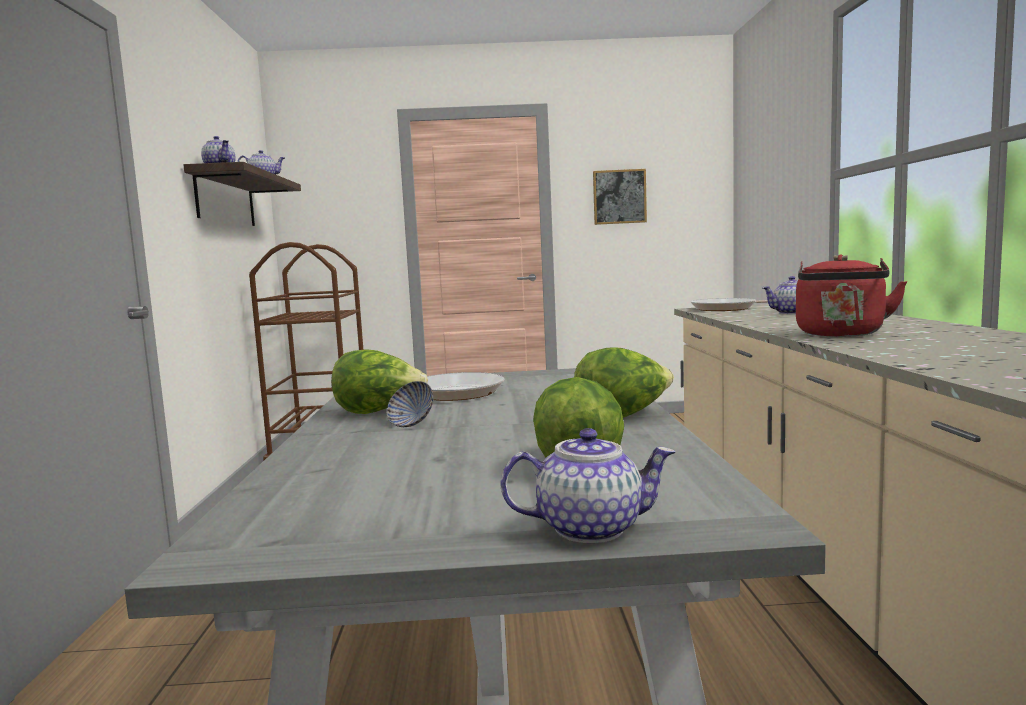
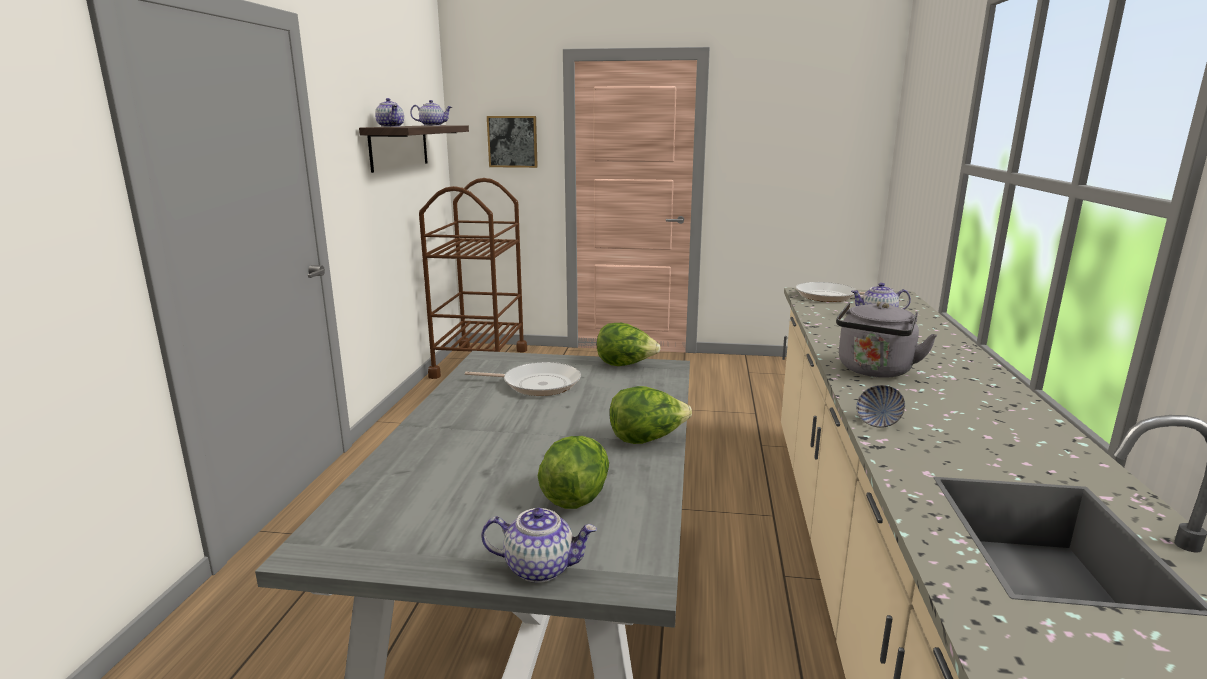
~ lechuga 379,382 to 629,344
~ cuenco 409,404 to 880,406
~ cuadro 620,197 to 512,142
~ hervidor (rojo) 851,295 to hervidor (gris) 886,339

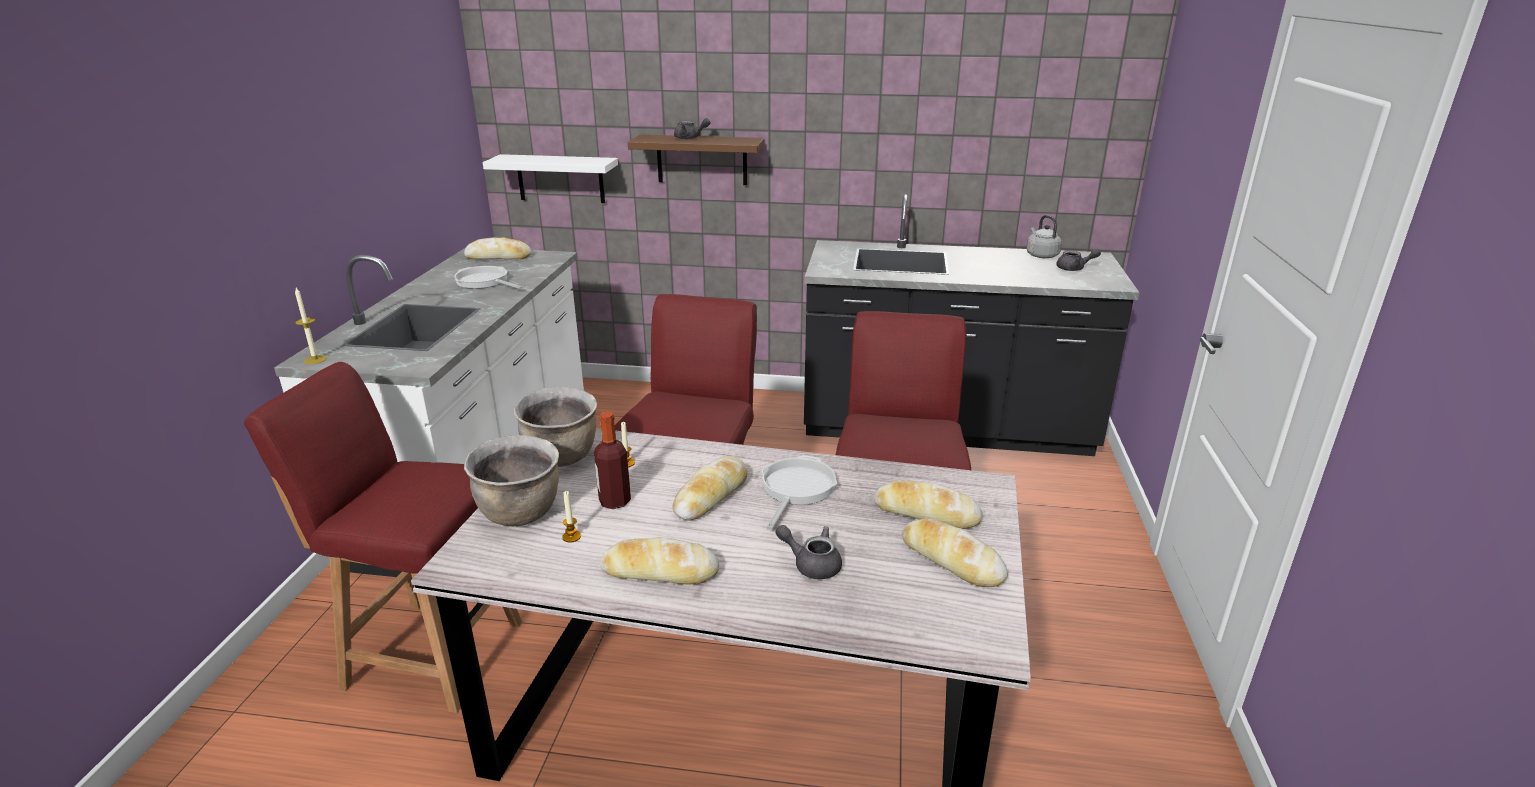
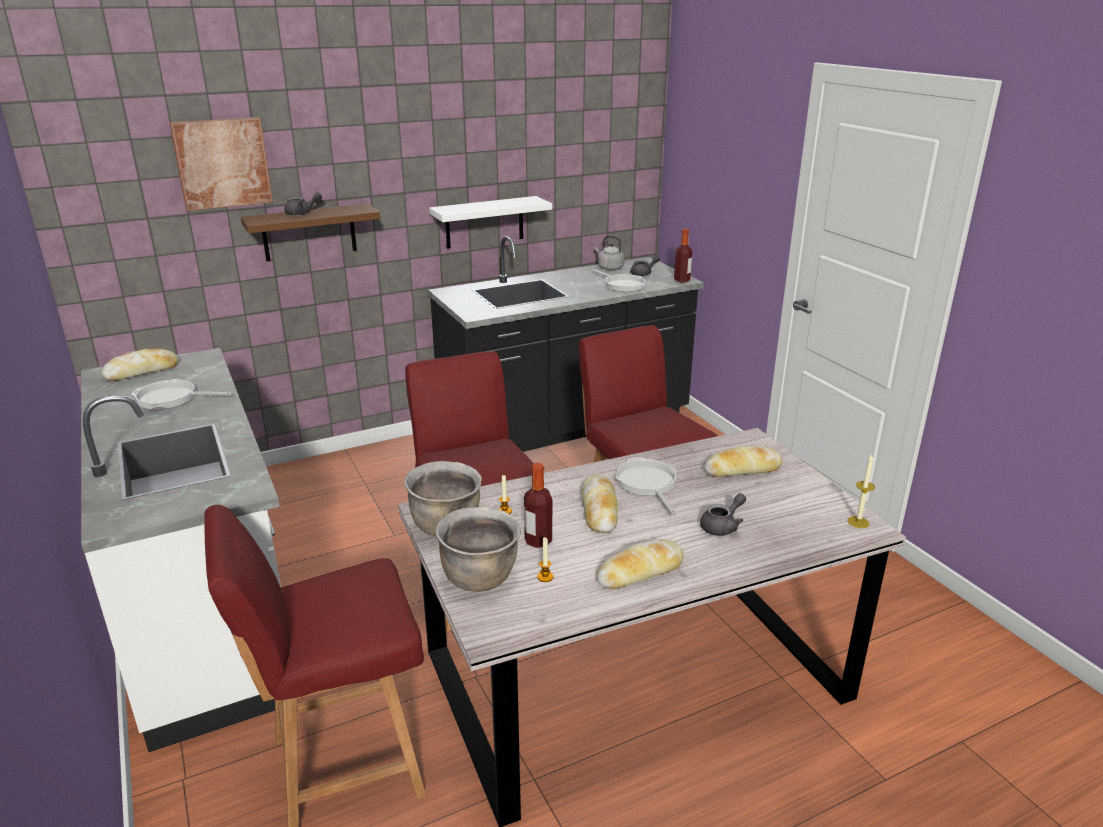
~ vela 311,326 to 861,491
~ estante (blanco) 550,178 to 490,222
~ tetera (gris) 809,552 = 723,514 150 degrees clockwise
- pan 955,552
+ cuadro 221,164
+ sartén 618,280
+ botella 683,255

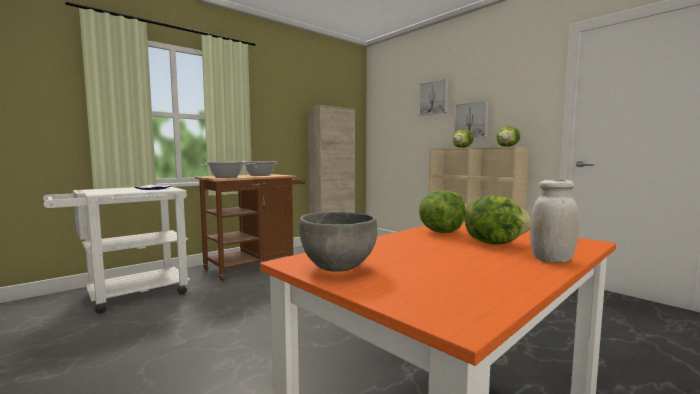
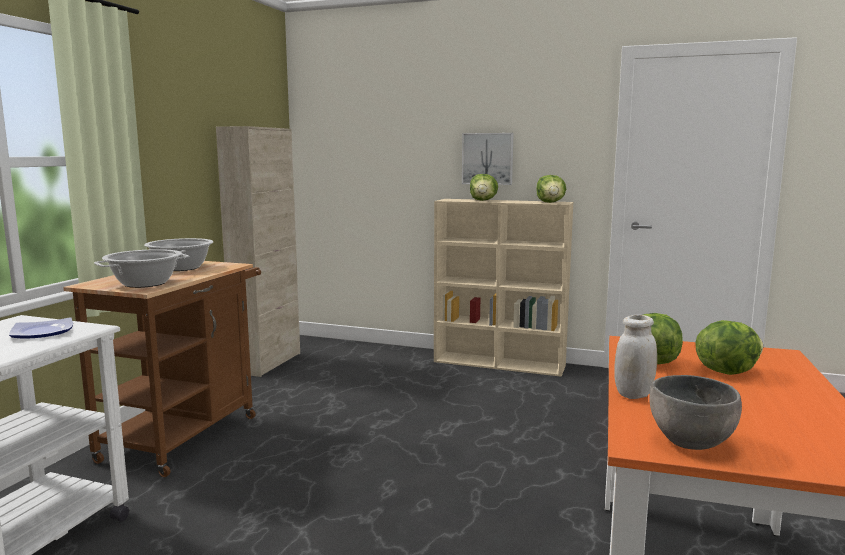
- cuadro 433,97
~ tarro (blanco) 554,221 to 635,357

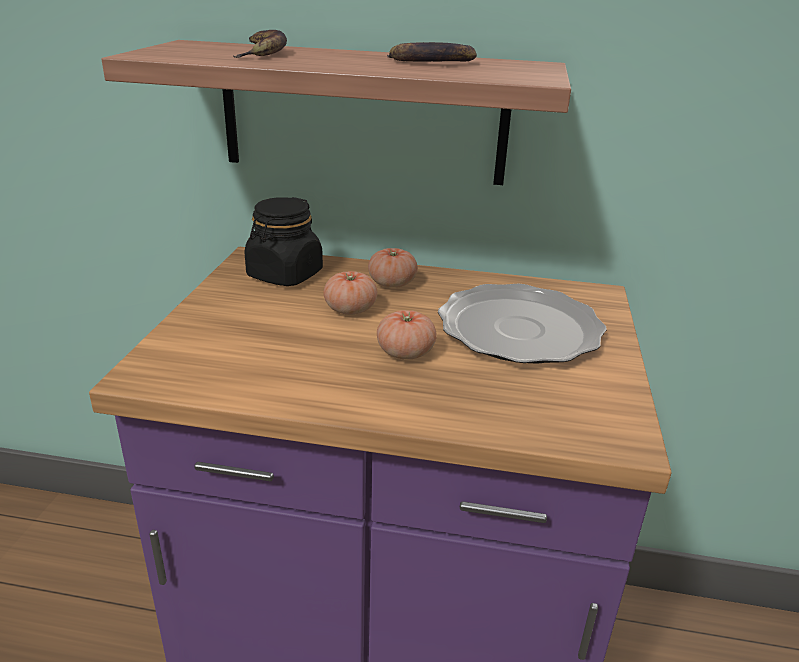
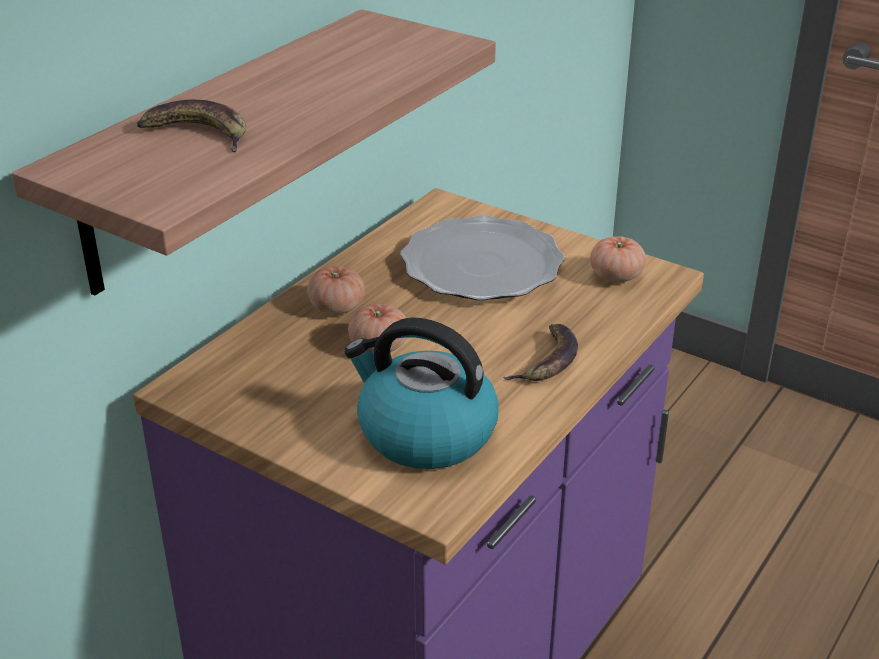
- tarro (negro) 283,241
~ tomate 407,335 to 618,259
~ plátano 432,52 to 540,352
+ hervidor 421,393

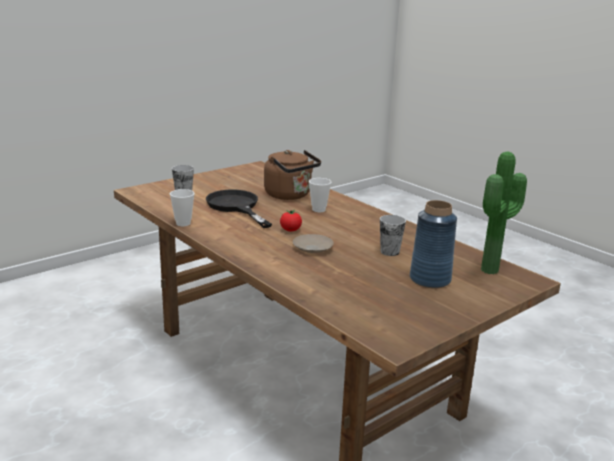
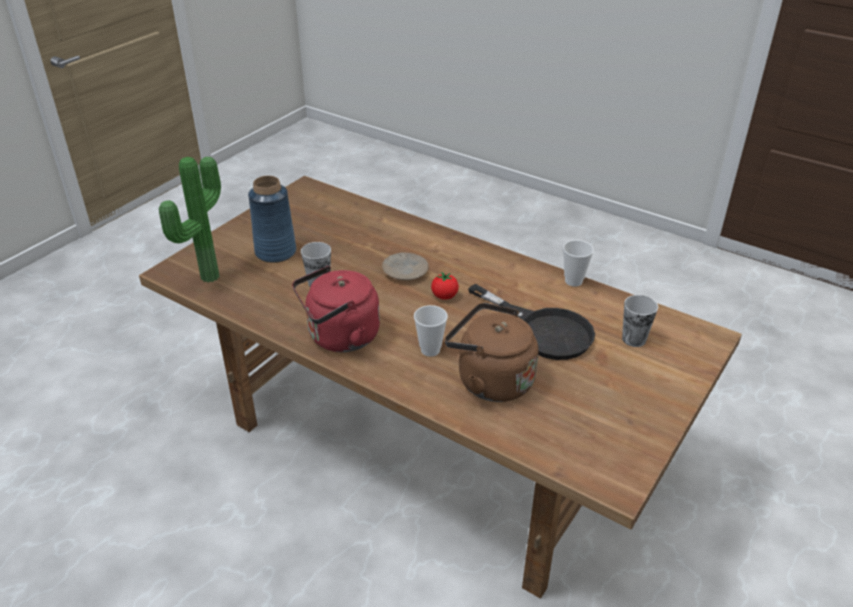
+ hervidor (rojo) 336,309

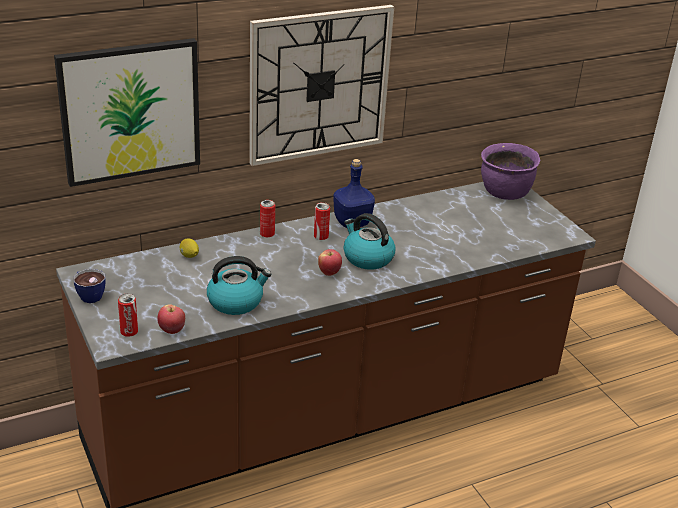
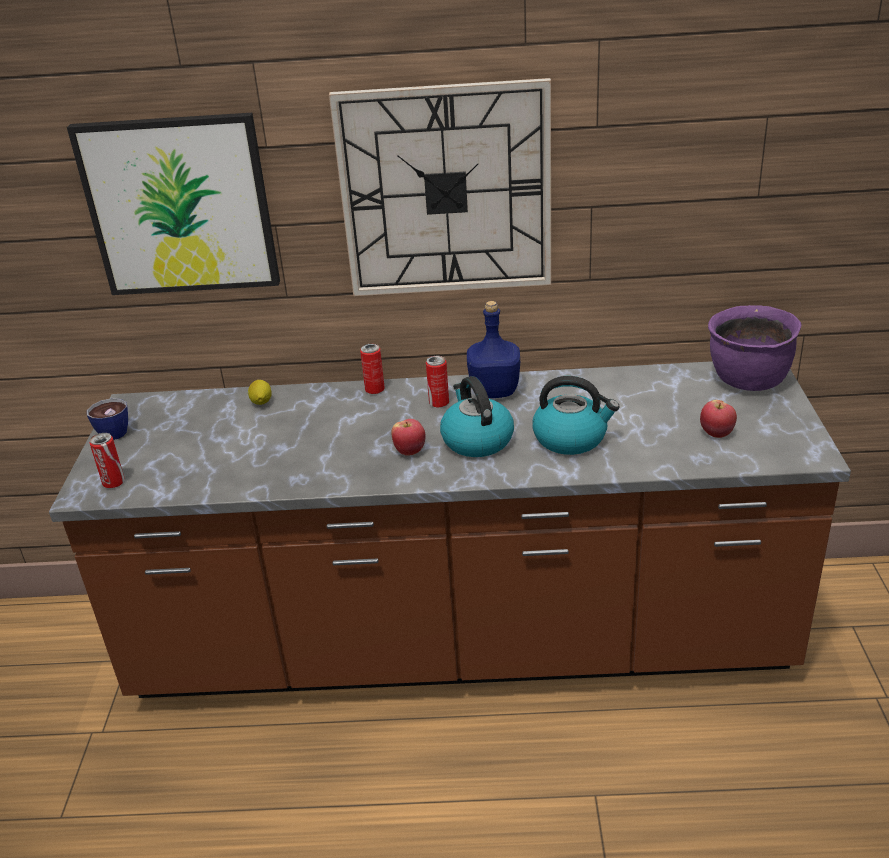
~ manzana 171,319 to 718,419
~ hervidor 239,285 to 576,415

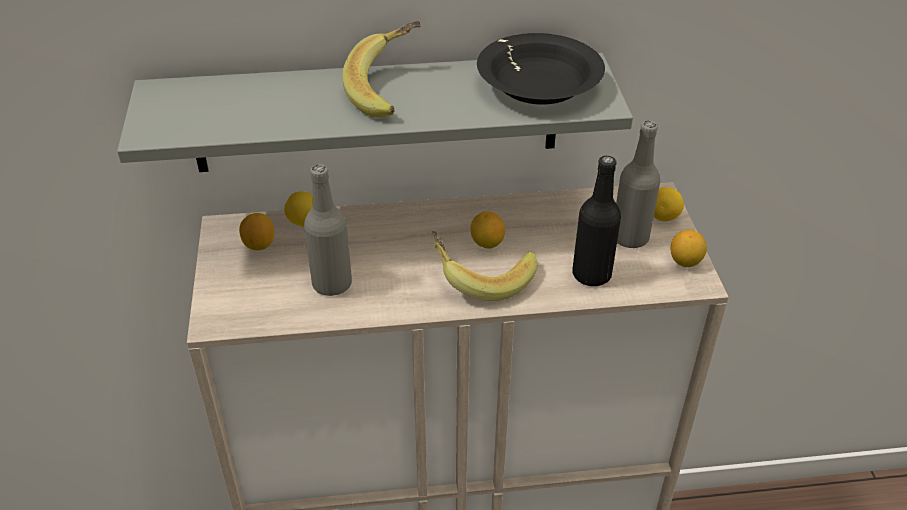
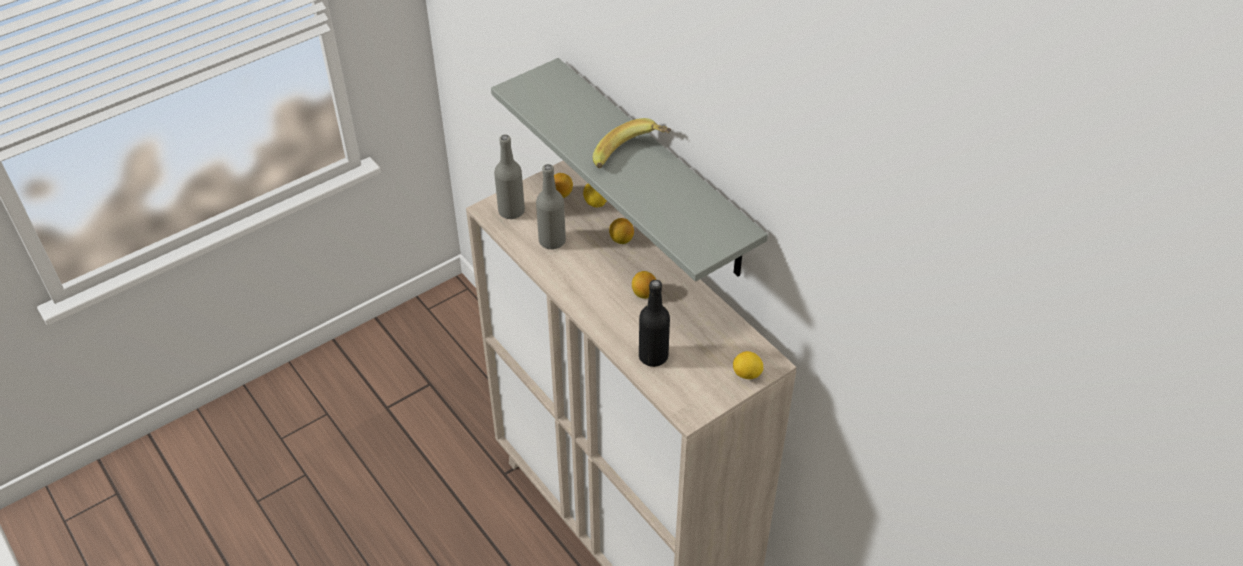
- plátano 485,266
- cuenco (negro) 541,69
~ botella (gris) 638,184 to 509,177
~ limón 689,248 to 621,231

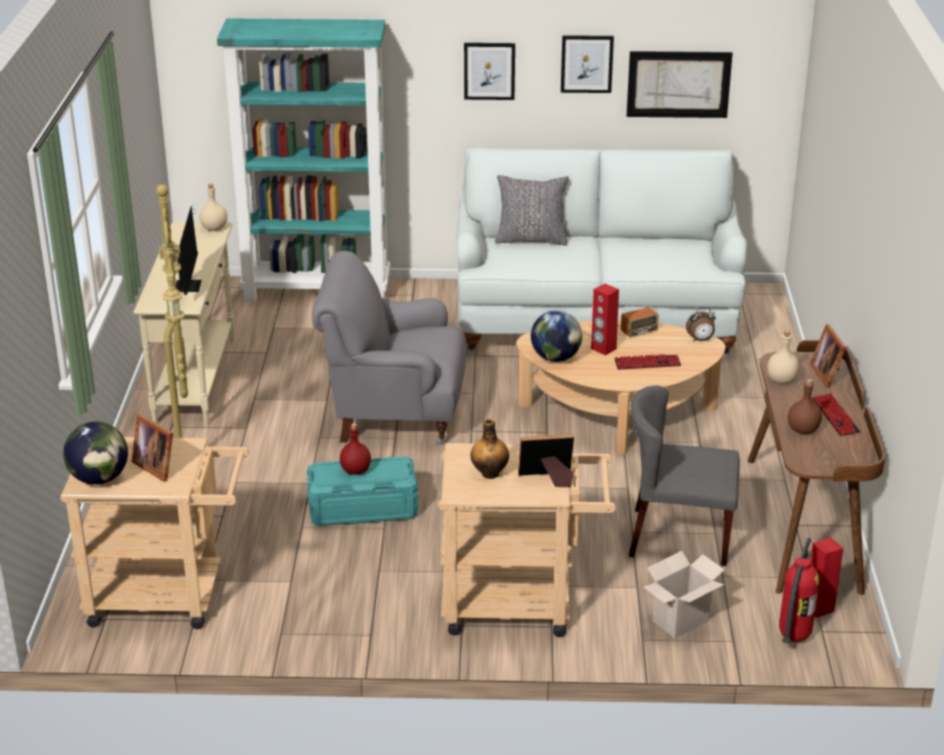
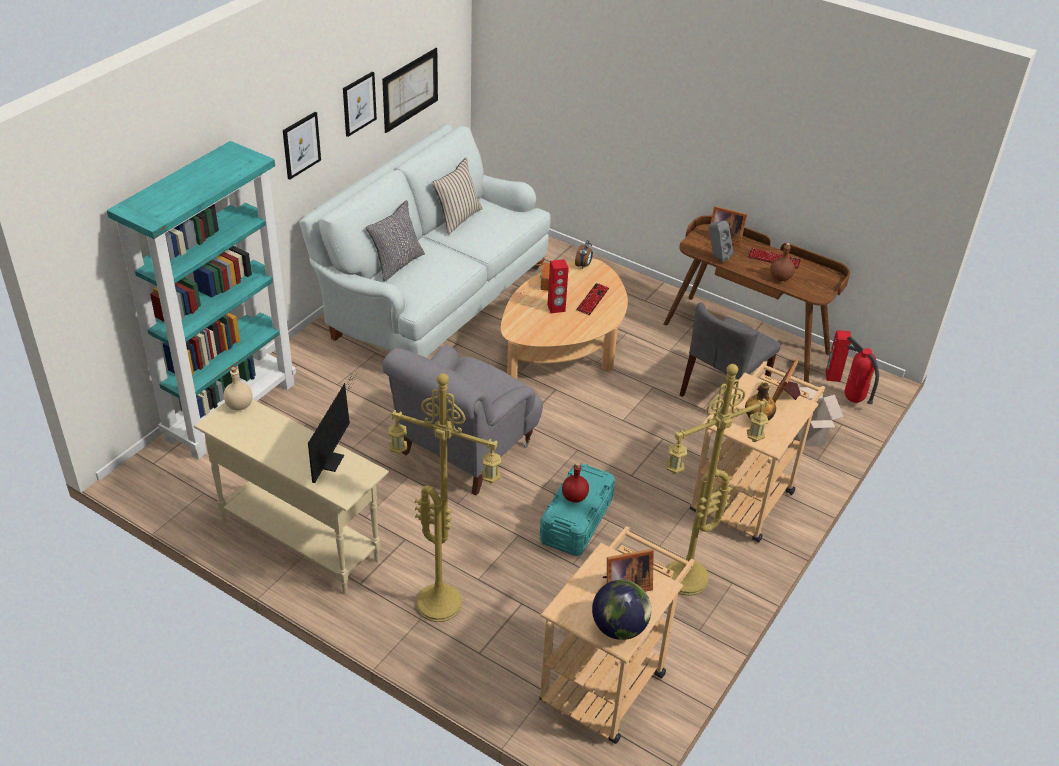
~ monitor 189,249 = 331,430 75 degrees clockwise
- globo terráqueo 556,336
~ botella (beis) 783,357 to altavoz (gris) 721,241
+ cojín (beis) 457,196
+ lámpara de pie (amarillo) 717,480

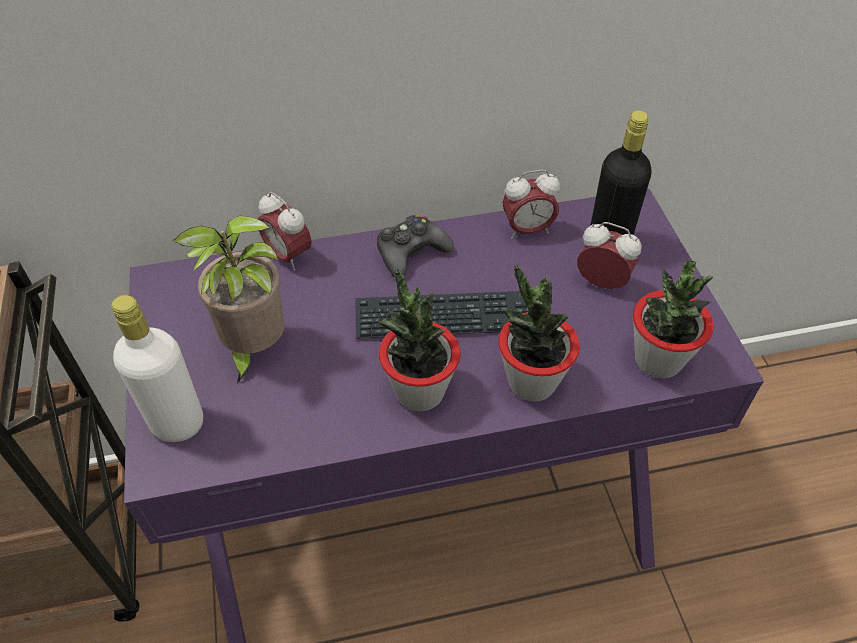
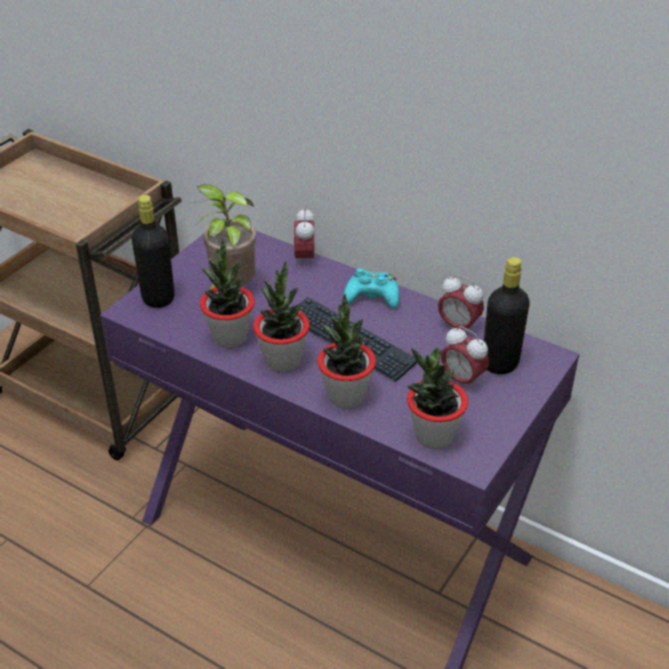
~ botella (blanco) 157,368 to botella (negro) 153,251
~ mando de consola (negro) 415,246 to mando de consola (turquesa) 371,288
~ despertador 609,255 = 465,358 150 degrees clockwise
+ planta en maceta 227,293

